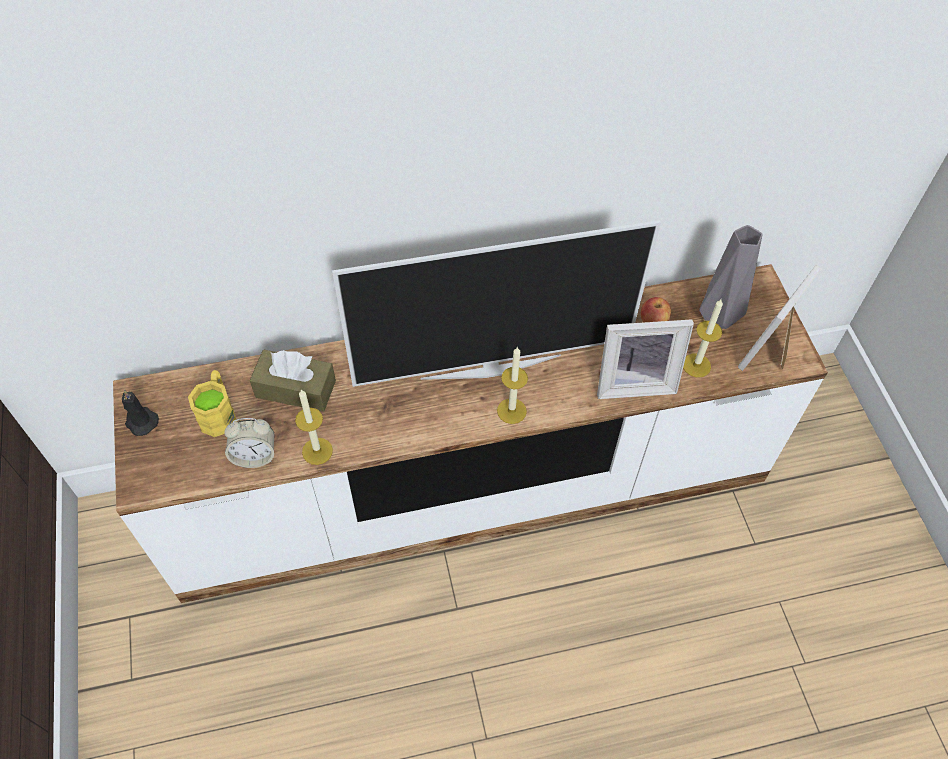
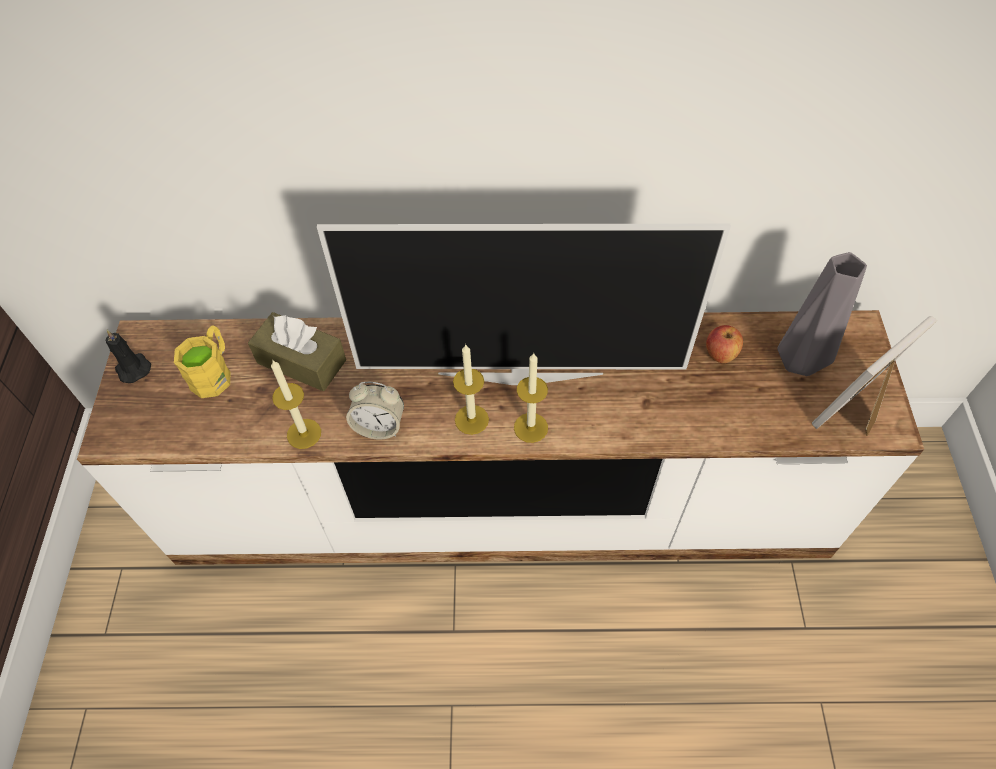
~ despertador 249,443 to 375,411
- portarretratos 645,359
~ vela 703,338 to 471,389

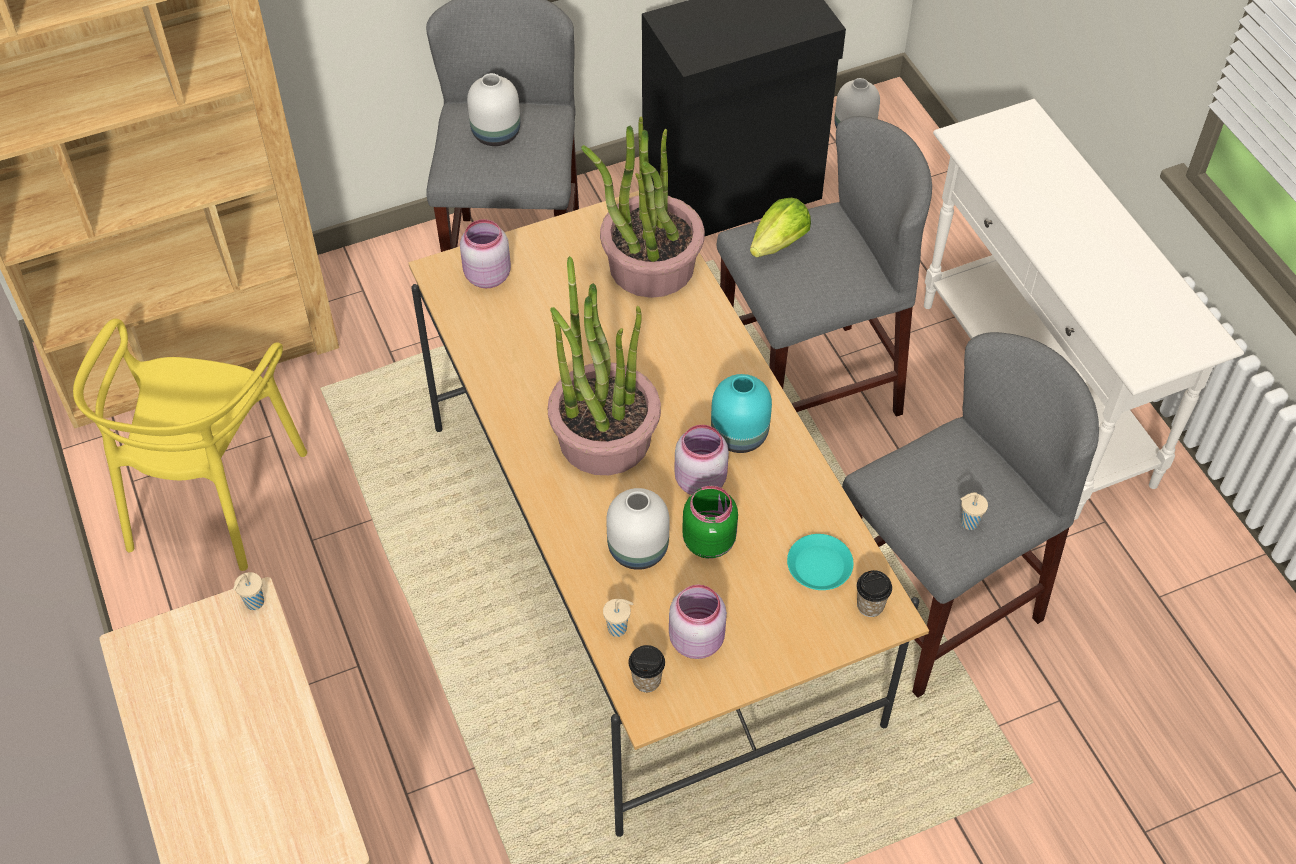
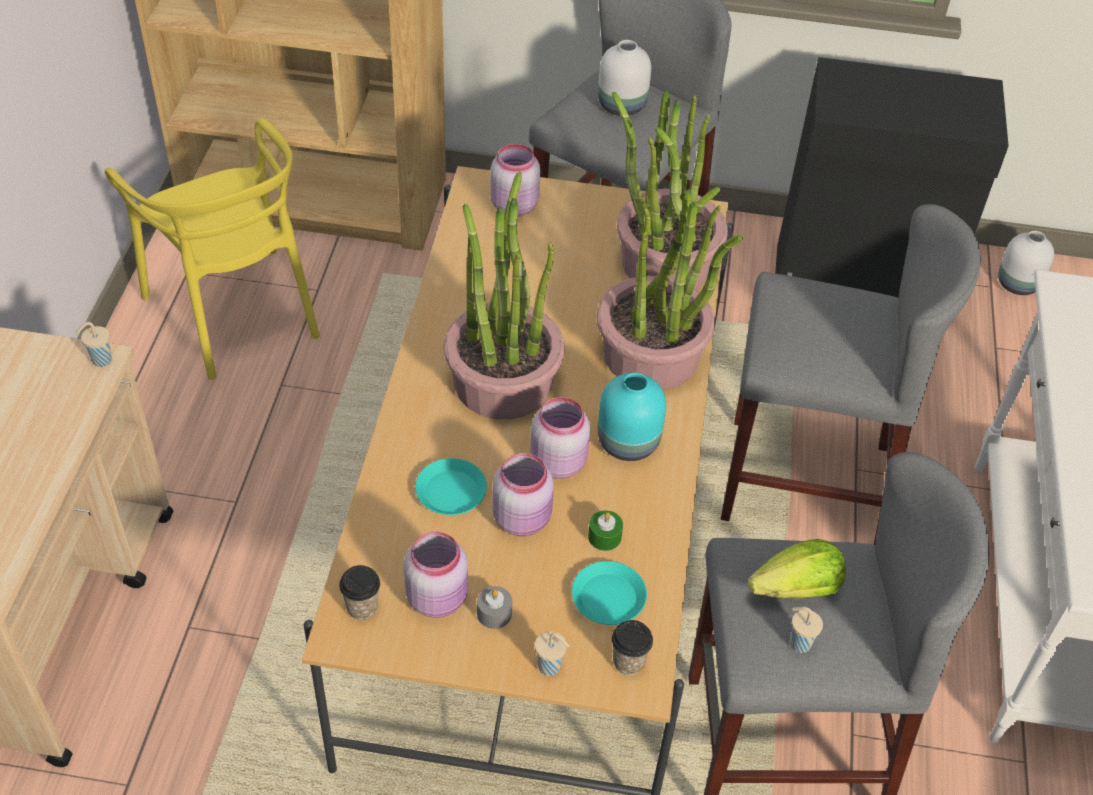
~ silla (amarillo) 190,445 = 212,249 75 degrees counterclockwise
~ taza (beis) 618,618 to 552,653
~ florero (blanco) 638,529 to plato (turquesa) 451,486
~ tarro (verde) 710,522 to tarro (rosa) 523,494
~ lechuga 780,228 to 797,569
+ vela (gris) 494,607
+ vela (verde) 605,530
+ planta en maceta 670,288

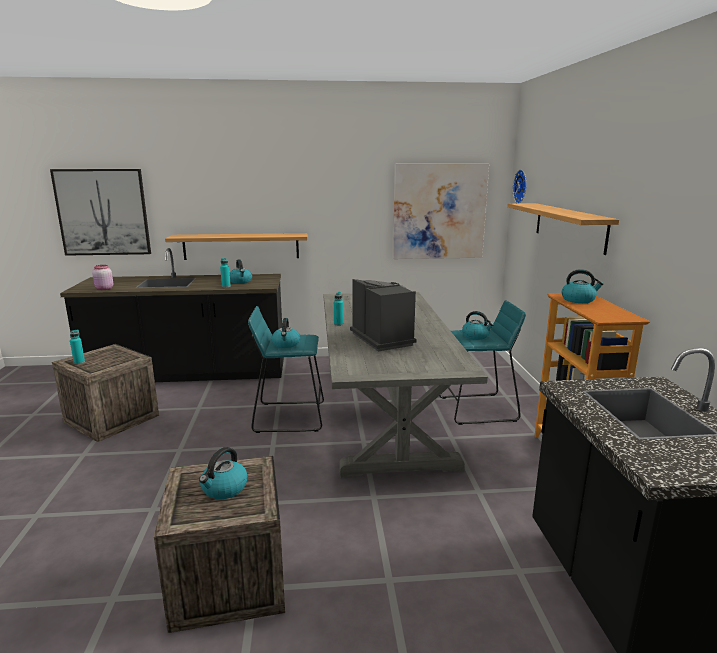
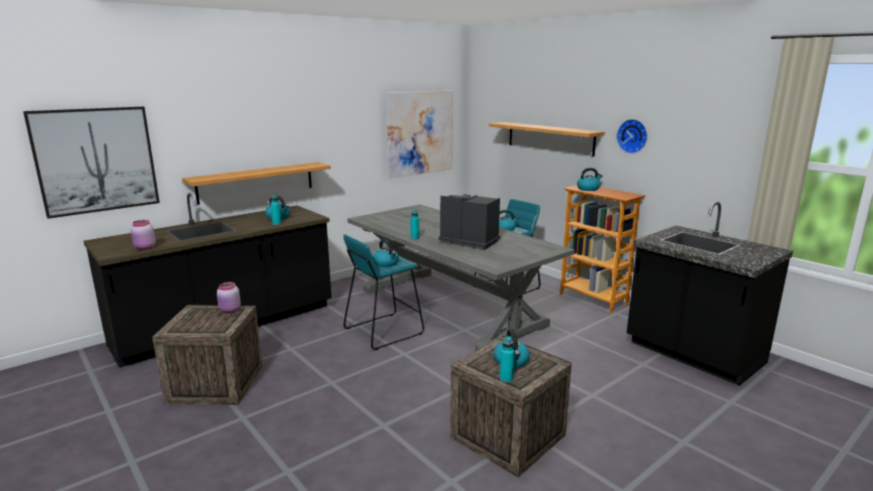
~ botella (turquesa) 77,347 to 507,359
~ reloj de pared 520,186 to 632,136
+ tarro (rosa) 229,297

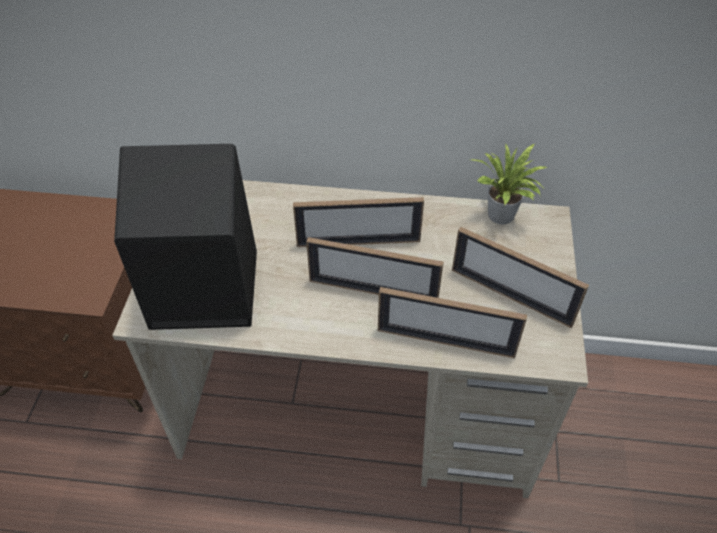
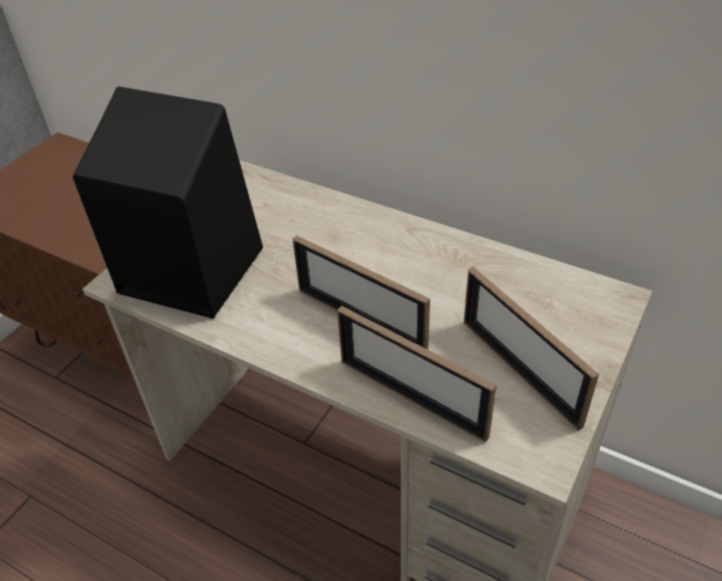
- portarretratos 358,222
- planta en maceta 509,184

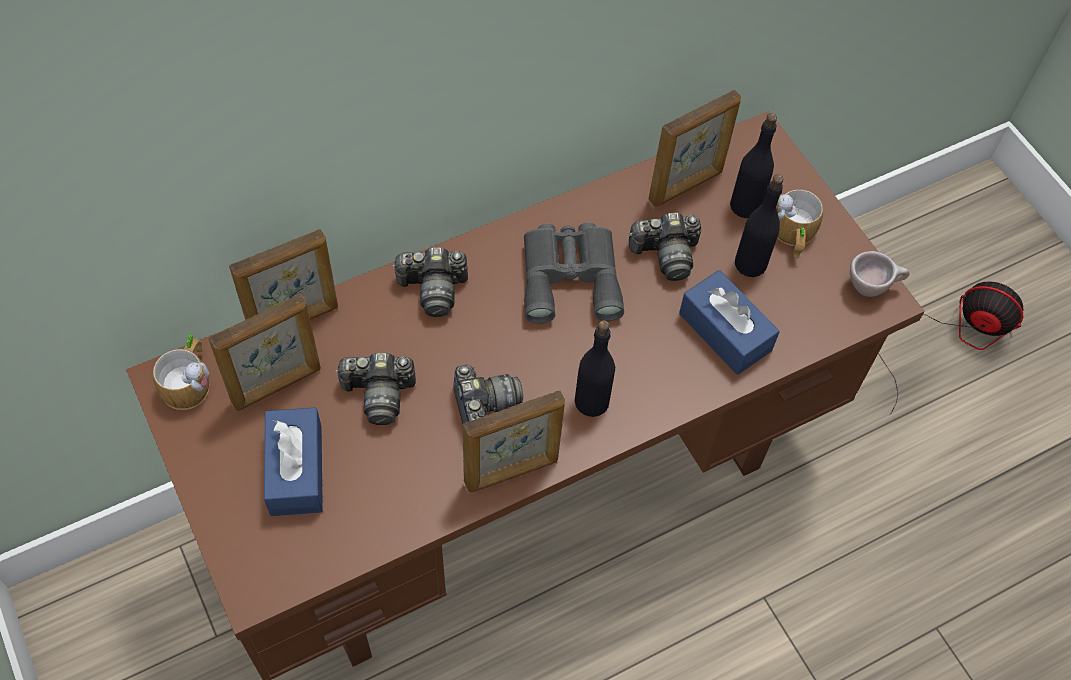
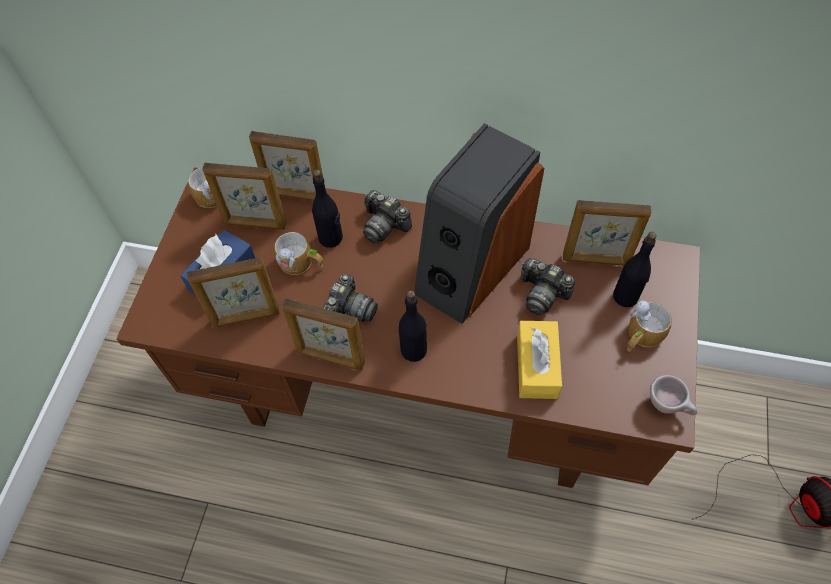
~ cámara 375,389 to taza grande 298,253
~ prismáticos (gris) 574,273 to altavoz 479,223
~ caja de pañuelos (azul) 729,322 to caja de pañuelos (amarillo) 539,360
~ botella (negro) 759,225 to 327,208
+ portarretratos 233,292

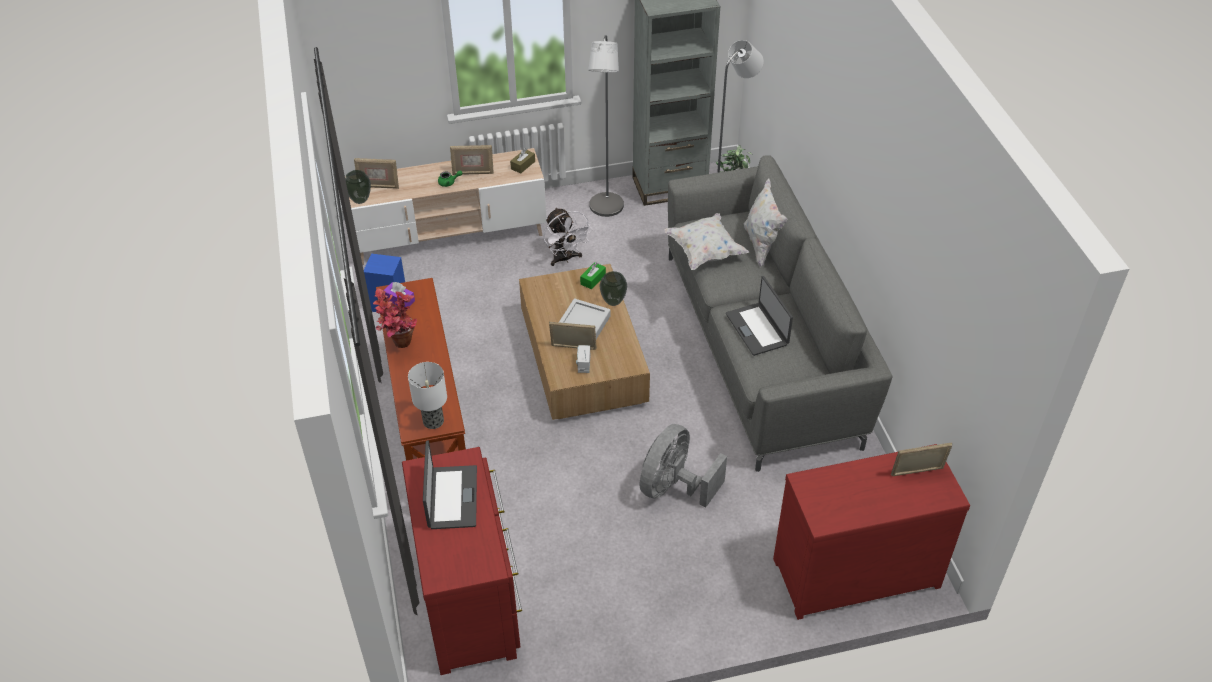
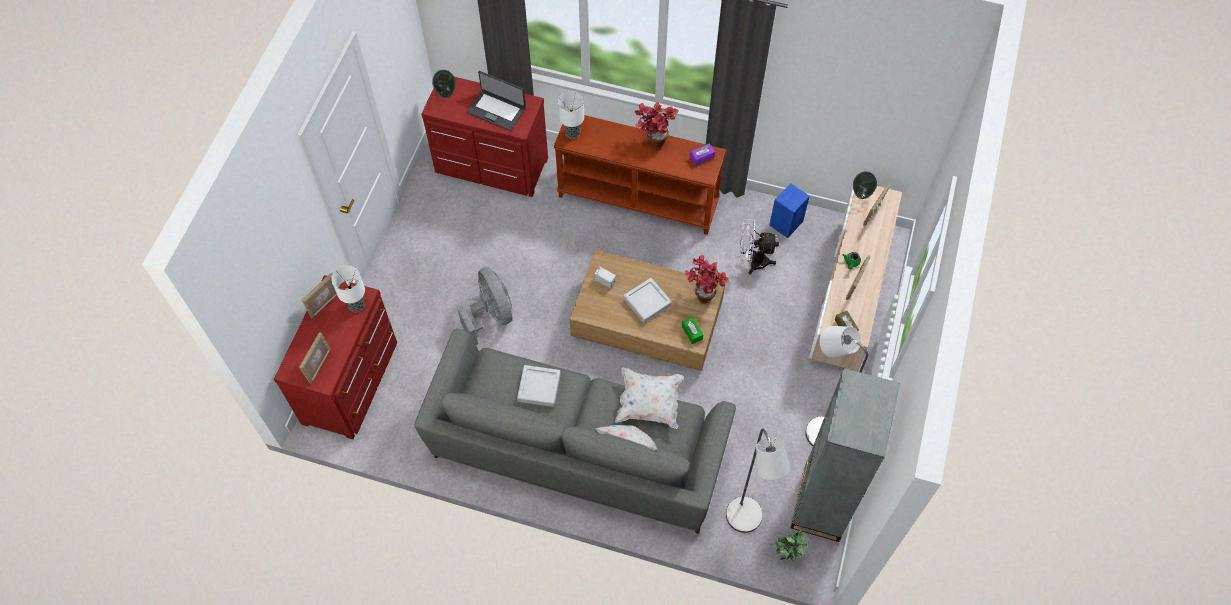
~ ventilador (blanco) 568,236 to 759,246
~ portarretratos 573,336 to 321,296
~ florero 613,288 to 444,84
~ portátil 759,316 to bandeja (gris) 539,386
+ lámpara de mesa 348,288
+ planta en maceta 707,279

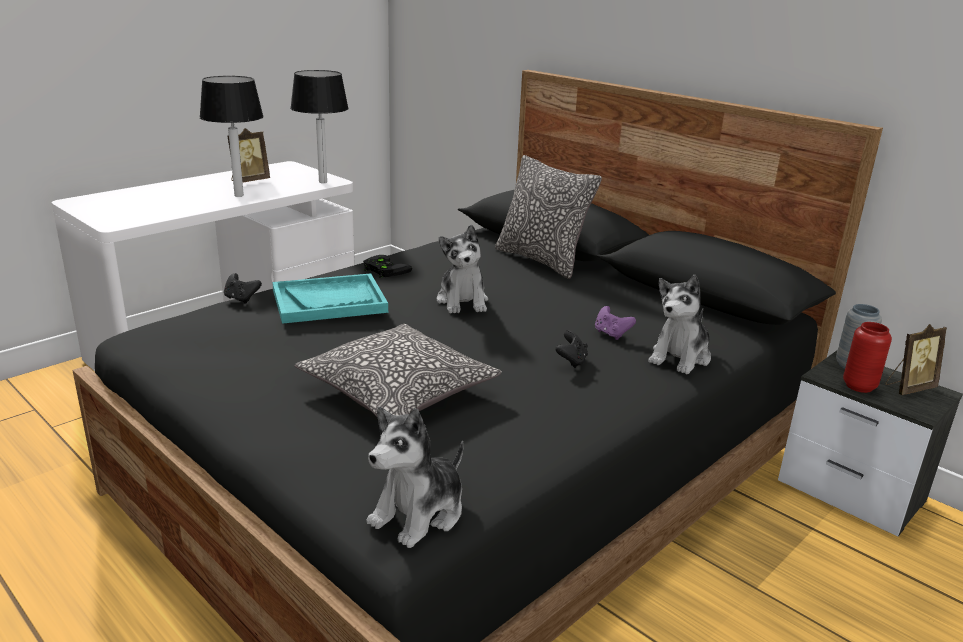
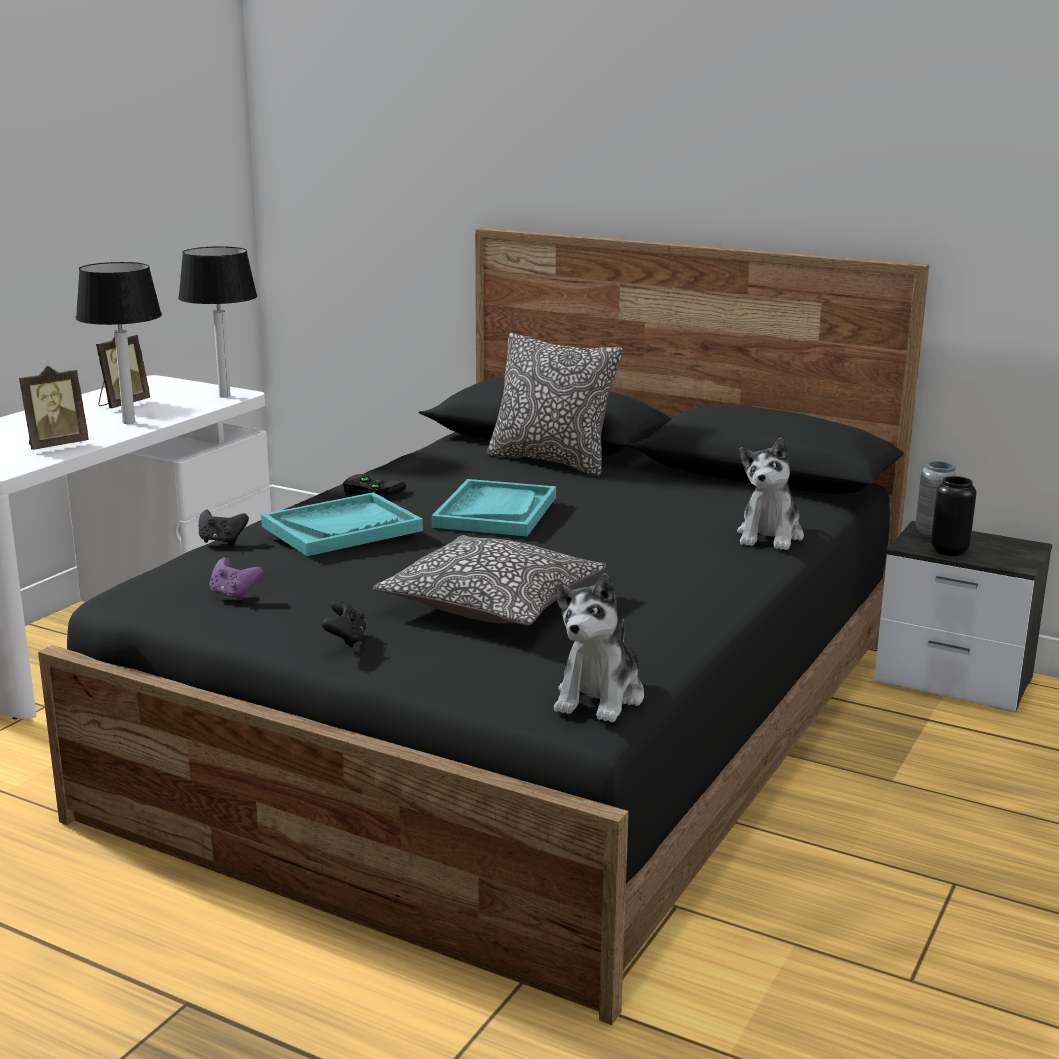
~ peluche 462,269 to bandeja (turquesa) 494,508
~ mando de consola (negro) 572,349 to 344,623
~ mando de consola (morado) 615,323 to 236,579
~ florero (rojo) 867,357 to florero (negro) 954,516
~ portarretratos 916,359 to 54,407

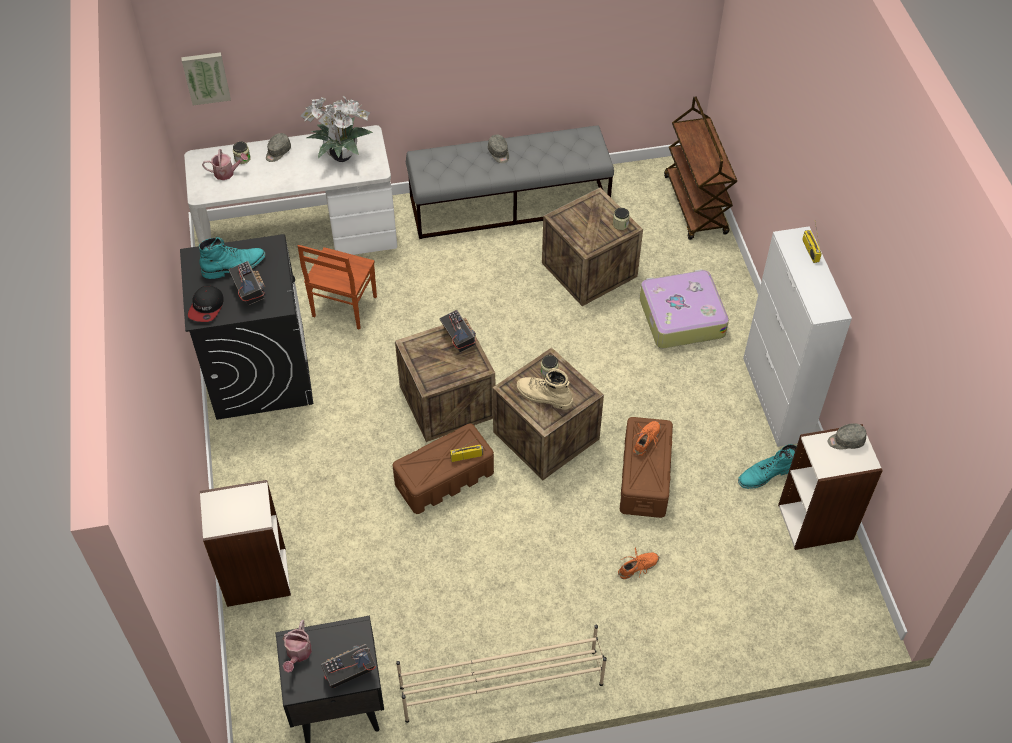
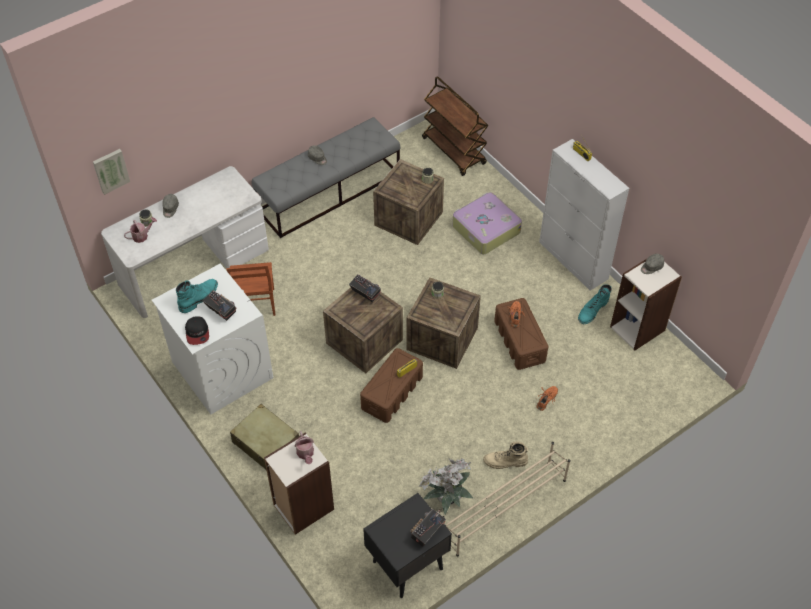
~ lavadora (negro) 246,327 to lavadora (blanco) 212,339
~ regadera 297,646 to 304,447
~ planta en maceta 336,129 to 446,486
~ bota (beis) 545,389 to 505,455
+ maleta (beis) 264,436

